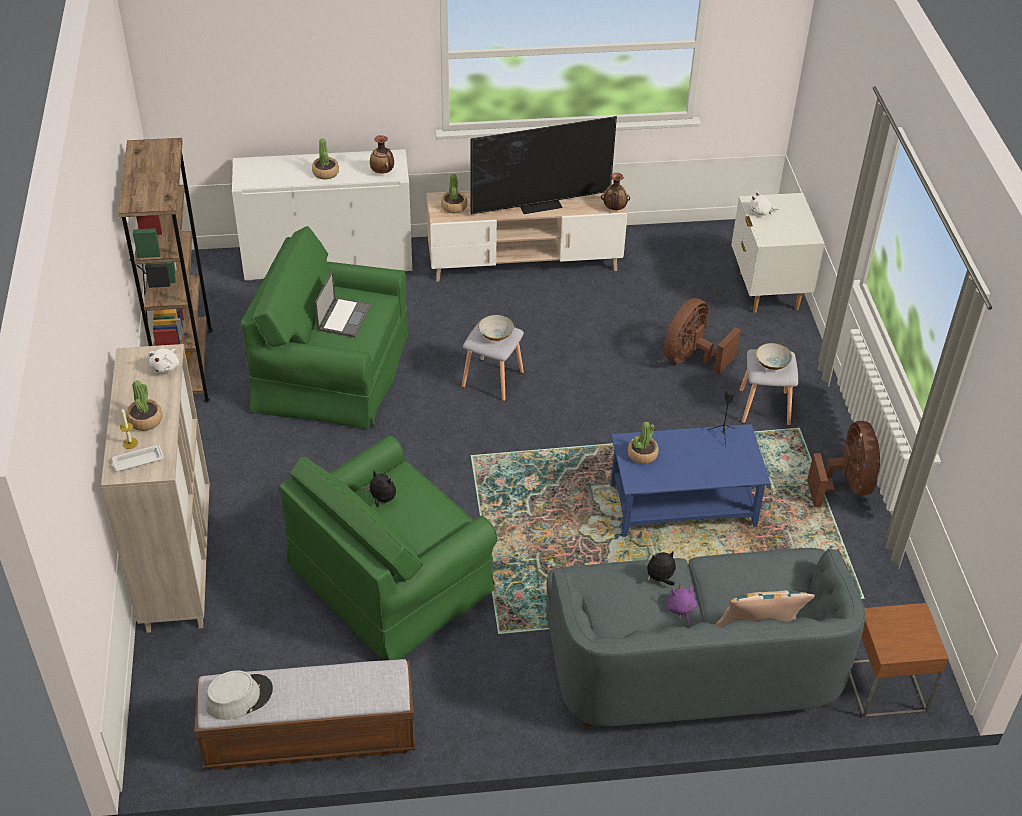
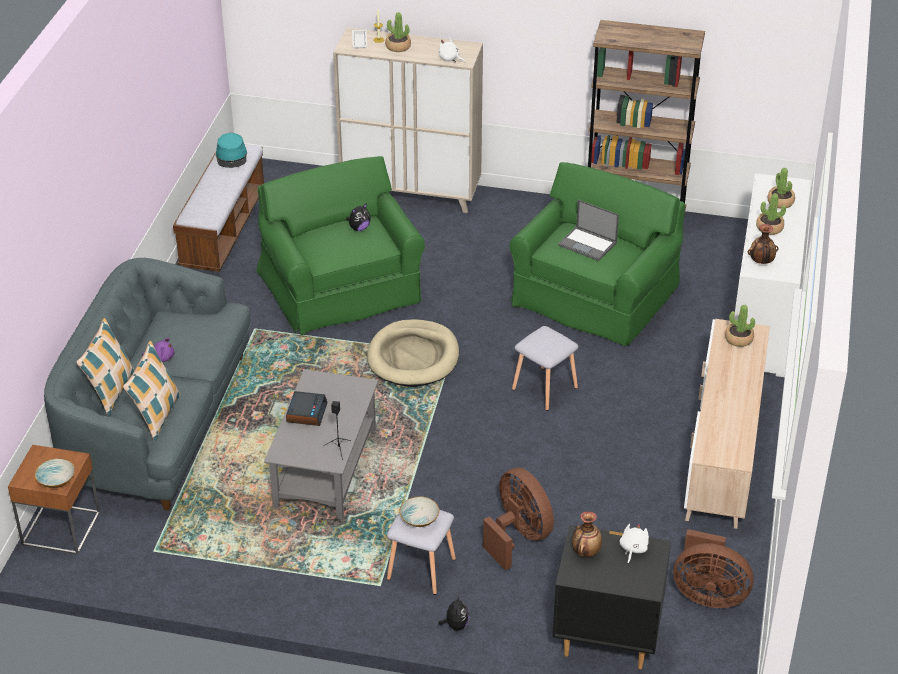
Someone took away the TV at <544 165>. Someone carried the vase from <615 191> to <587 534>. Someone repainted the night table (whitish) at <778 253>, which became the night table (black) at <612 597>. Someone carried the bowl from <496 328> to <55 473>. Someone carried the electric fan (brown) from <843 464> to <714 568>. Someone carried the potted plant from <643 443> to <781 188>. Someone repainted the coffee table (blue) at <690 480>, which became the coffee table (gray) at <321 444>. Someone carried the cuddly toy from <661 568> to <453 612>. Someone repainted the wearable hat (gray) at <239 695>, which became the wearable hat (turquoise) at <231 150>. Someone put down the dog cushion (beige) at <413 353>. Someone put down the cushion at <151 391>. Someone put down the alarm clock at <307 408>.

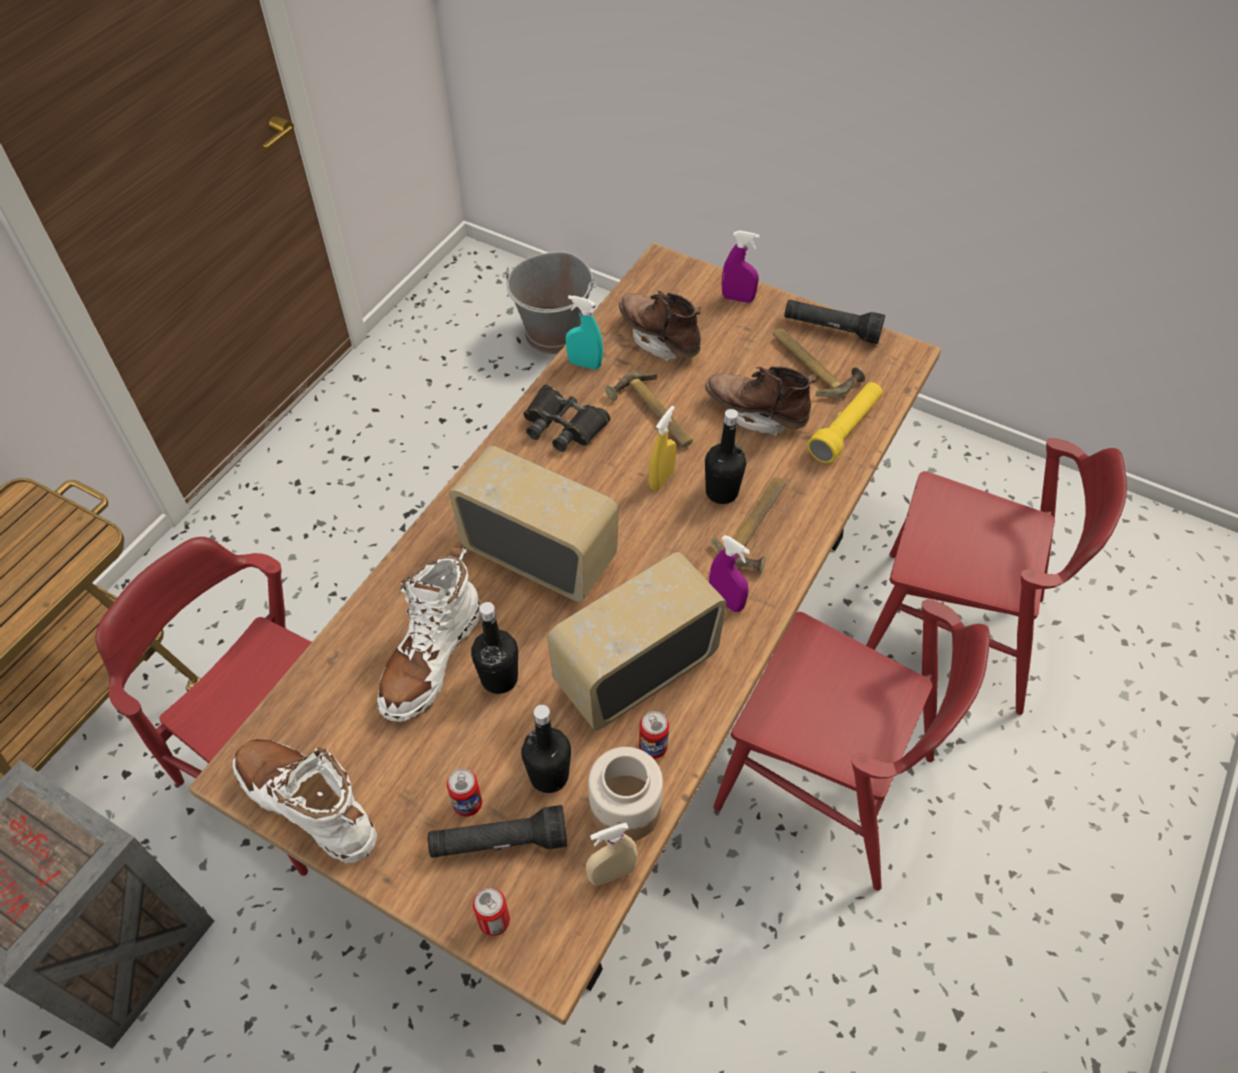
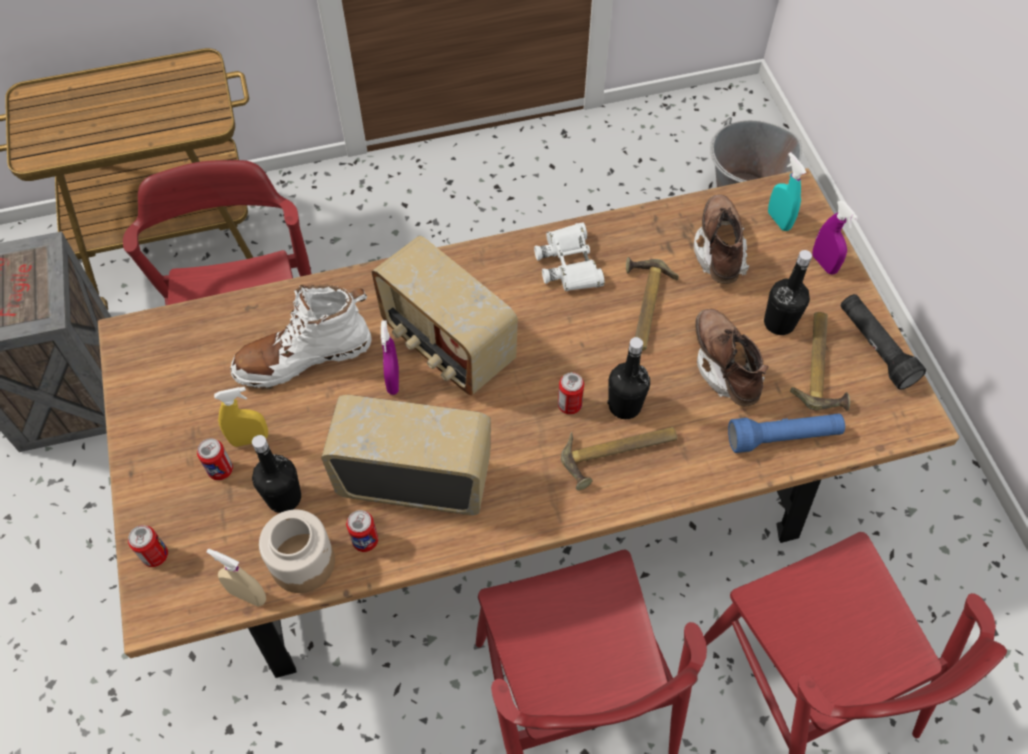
Someone carried the sprayer (turquoise) from <584 332> to <787 191>. Someone repainted the hand torch (yellowish) at <845 422>, which became the hand torch (blue) at <786 433>. Someone repainted the field glasses (black) at <567 418>, which became the field glasses (whitish) at <569 256>. Someone carried the sprayer (yellowish) from <662 448> to <241 417>. Someone rotated the radio at <534 524> by 150 degrees clockwise. Someone carried the sprayer (purple) from <729 573> to <390 357>. Someone carried the bottle (black) from <494 648> to <788 292>. Someone took away the high-top boot (whitish) at <305 801>. Someone took away the hand torch (black) at <498 831>. Someone put down the sealed can at <571 393>.

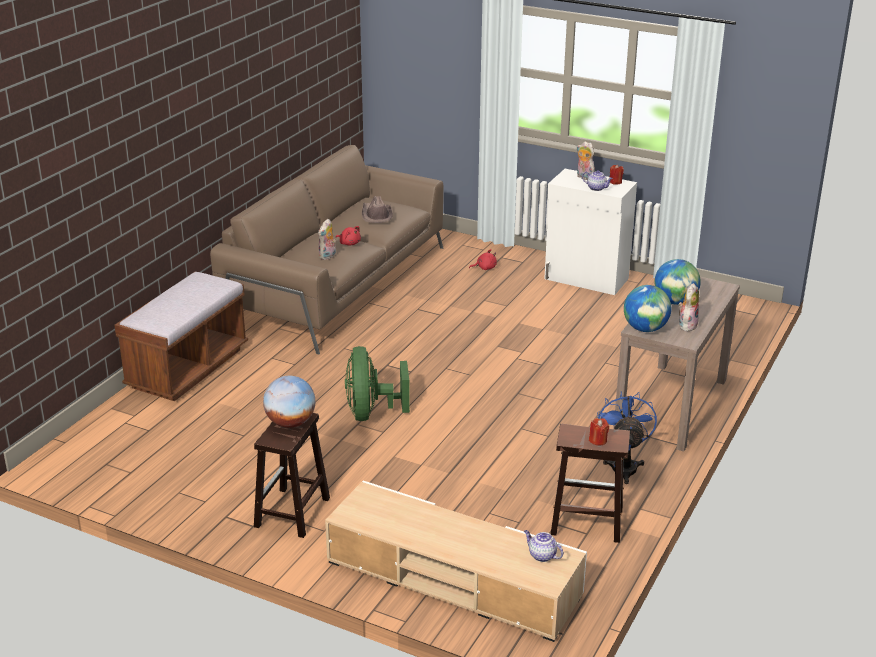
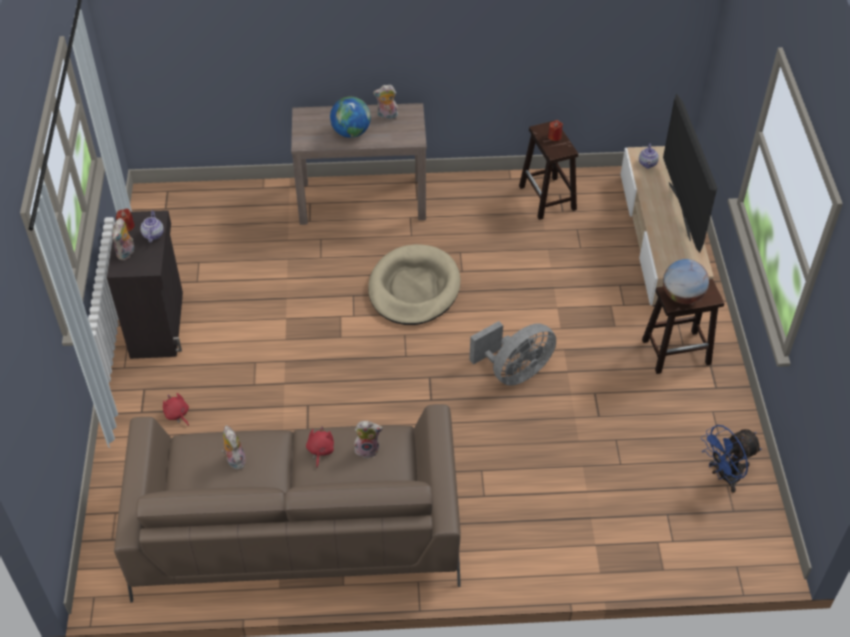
Someone repainted the cupboard (whitish) at <590 232>, which became the cupboard (black) at <145 284>. Someone swapped the wearable hat (brown) at <377 209> for the cuddly toy at <233 447>. Someone took away the indoor bench (brown) at <181 336>. Someone took away the globe at <647 308>. Someone repainted the electric fan (greenish) at <377 383>, which became the electric fan (gray) at <512 353>. Someone carried the electric fan (blue) from <627 437> to <731 459>. Someone put down the TV at <690 173>. Someone put down the dog cushion (beige) at <414 284>.

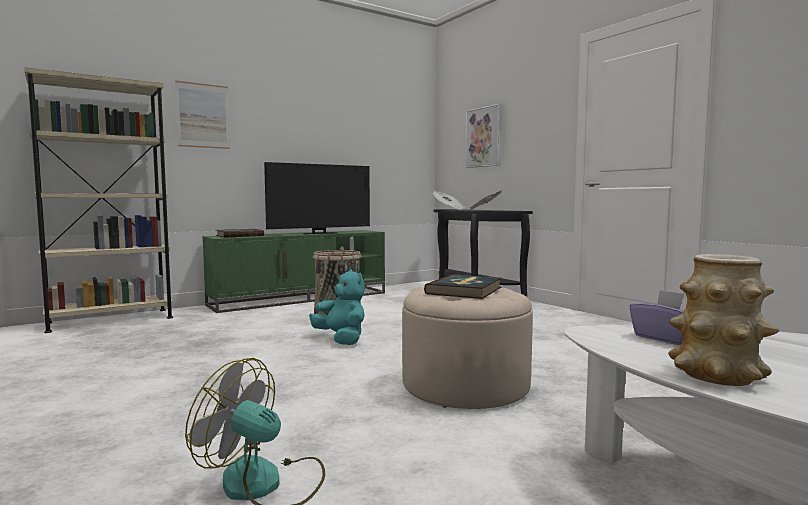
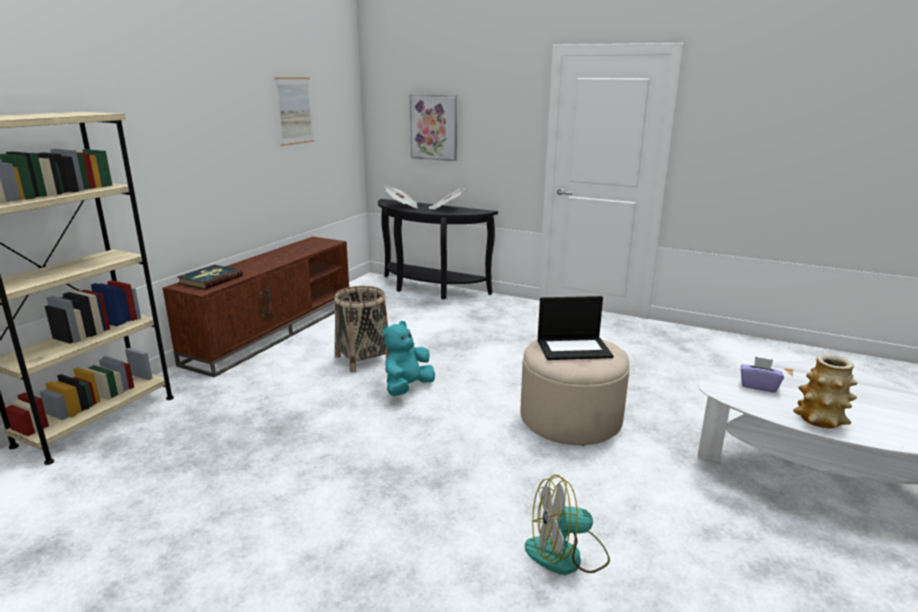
Someone carried the wall picture from <202 114> to <294 111>. Someone took away the TV at <317 198>. Someone repainted the media console (greenish) at <293 271>, which became the media console (brown) at <256 307>. Someone rotated the cuddly toy (turquoise) at <337 307> by 75 degrees counterclockwise. Someone swapped the bound book at <463 286> for the laptop at <575 328>.

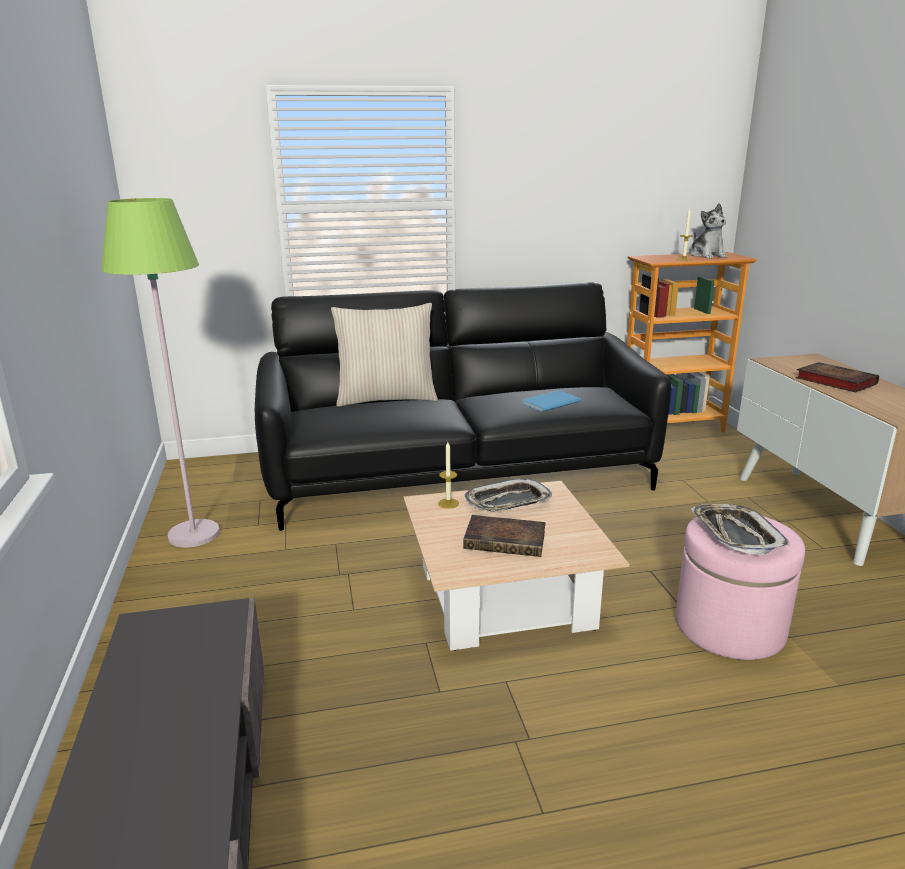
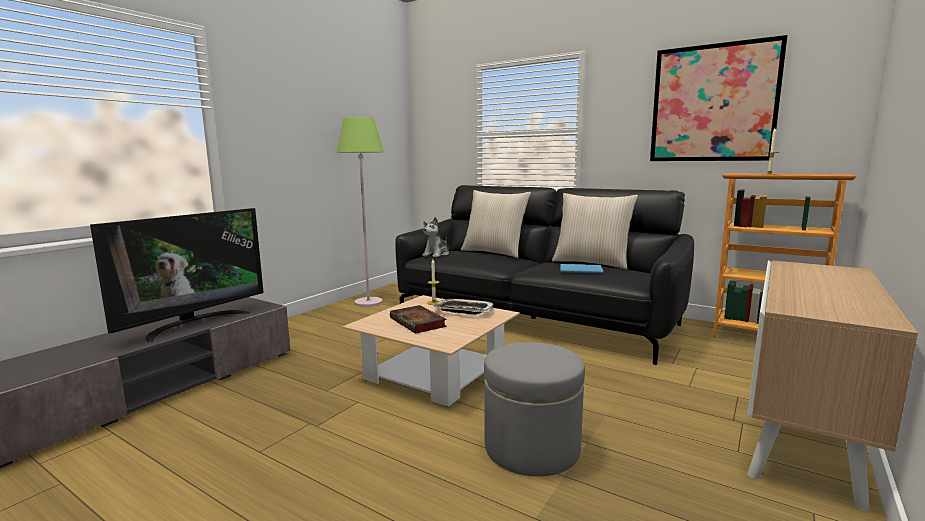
Someone carried the cuddly toy from <709 230> to <435 237>. Someone took away the bound book at <837 377>. Someone took away the tray at <740 529>. Someone repainted the footrest (pinkish) at <740 588>, which became the footrest (gray) at <534 409>. Someone put up the wall picture at <719 98>. Someone put down the cushion (beige) at <595 231>. Someone put down the TV at <177 275>.

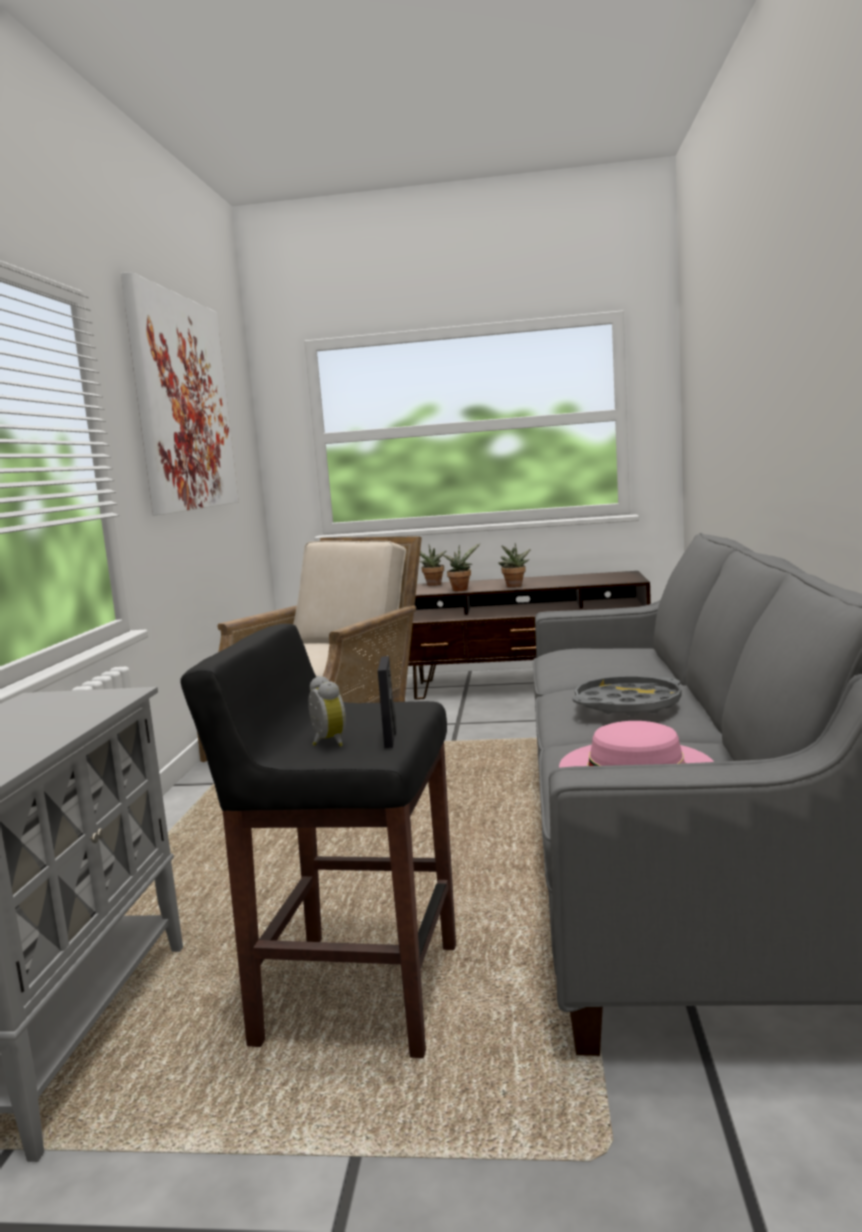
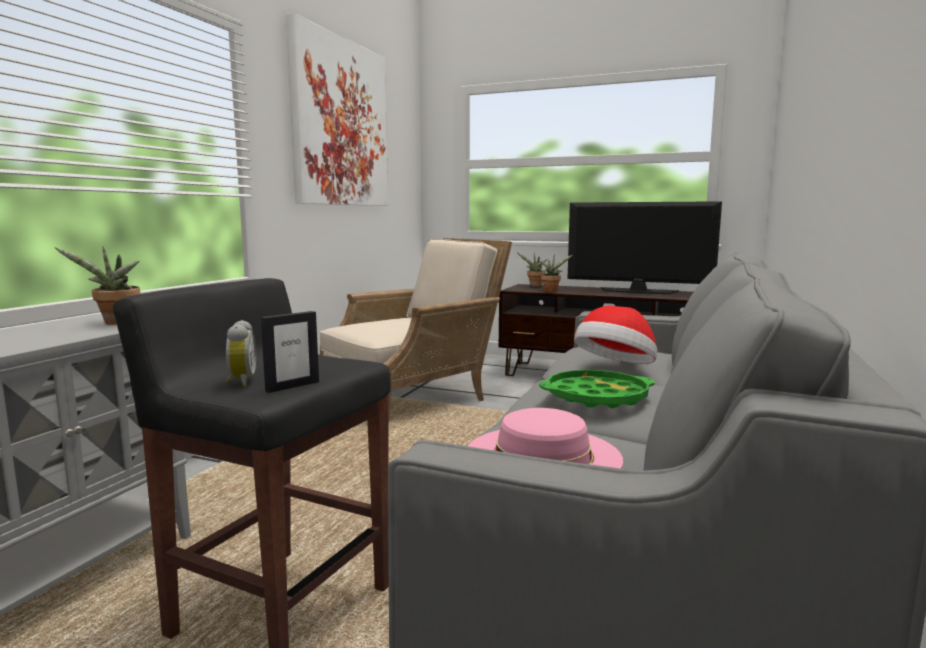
Someone carried the potted plant from <514 565> to <97 285>. Someone rotated the standing frame at <387 702> by 150 degrees counterclockwise. Someone repainted the tray (gray) at <627 696>, which became the tray (greenish) at <596 389>. Someone put down the TV at <645 247>. Someone put down the wearable hat at <615 335>.

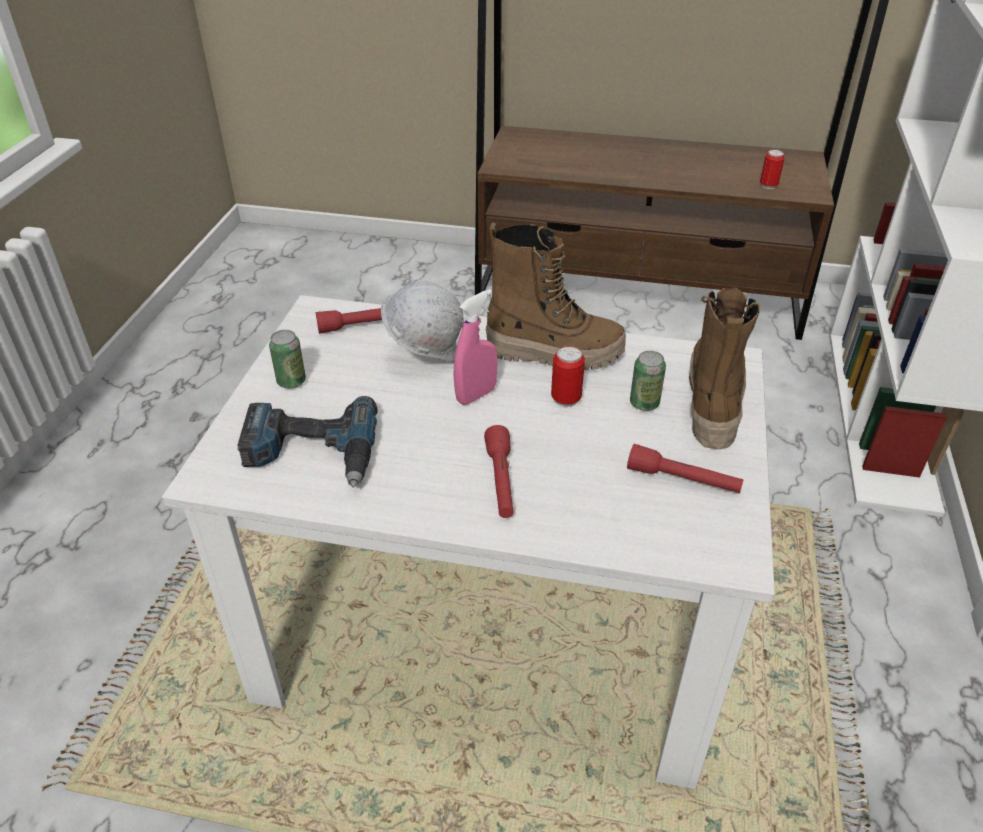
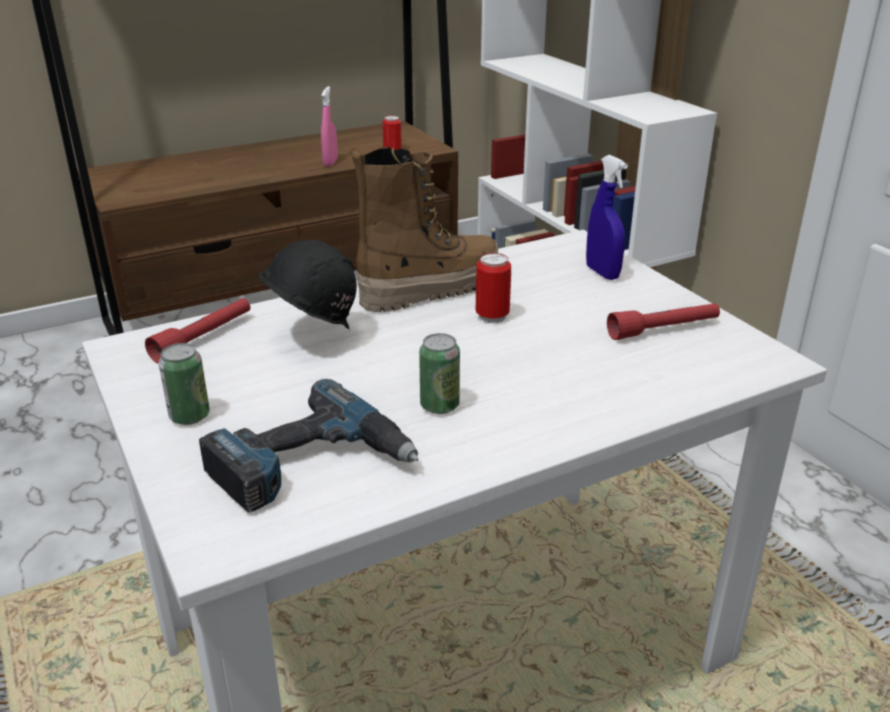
Someone repainted the hard hat (whitish) at <422 322>, which became the hard hat (black) at <308 284>. Someone swapped the high-top boot at <724 368> for the sprayer (blue) at <607 217>. Someone carried the sprayer (pinkish) from <475 347> to <329 126>. Someone carried the sealed can from <648 381> to <439 373>. Someone took away the hand torch (red-coloured) at <499 471>.

